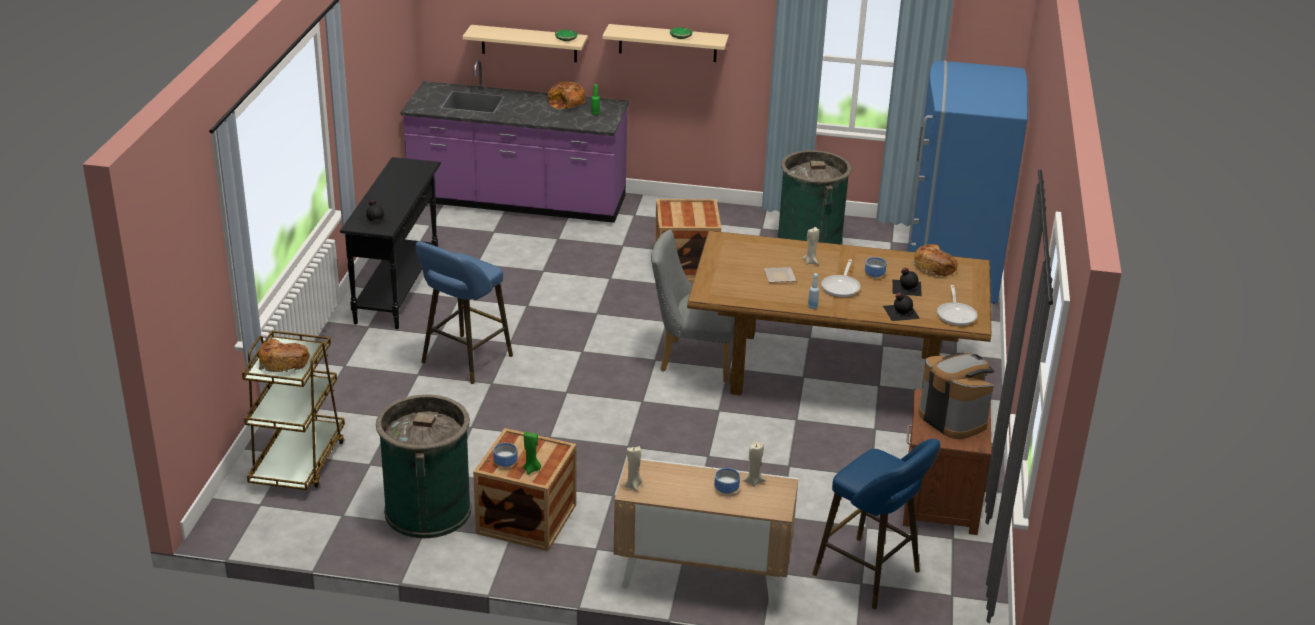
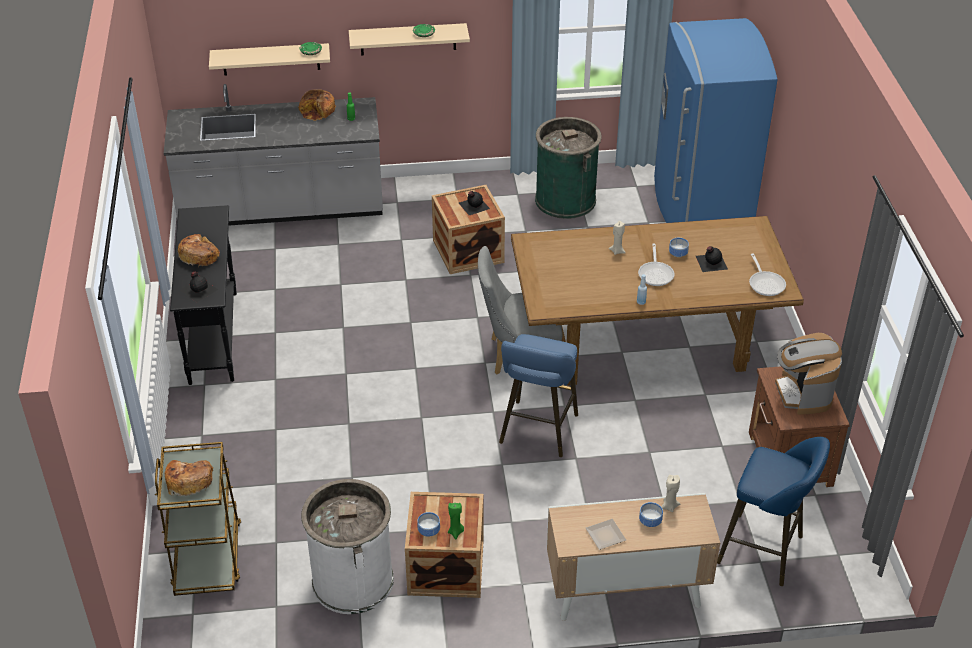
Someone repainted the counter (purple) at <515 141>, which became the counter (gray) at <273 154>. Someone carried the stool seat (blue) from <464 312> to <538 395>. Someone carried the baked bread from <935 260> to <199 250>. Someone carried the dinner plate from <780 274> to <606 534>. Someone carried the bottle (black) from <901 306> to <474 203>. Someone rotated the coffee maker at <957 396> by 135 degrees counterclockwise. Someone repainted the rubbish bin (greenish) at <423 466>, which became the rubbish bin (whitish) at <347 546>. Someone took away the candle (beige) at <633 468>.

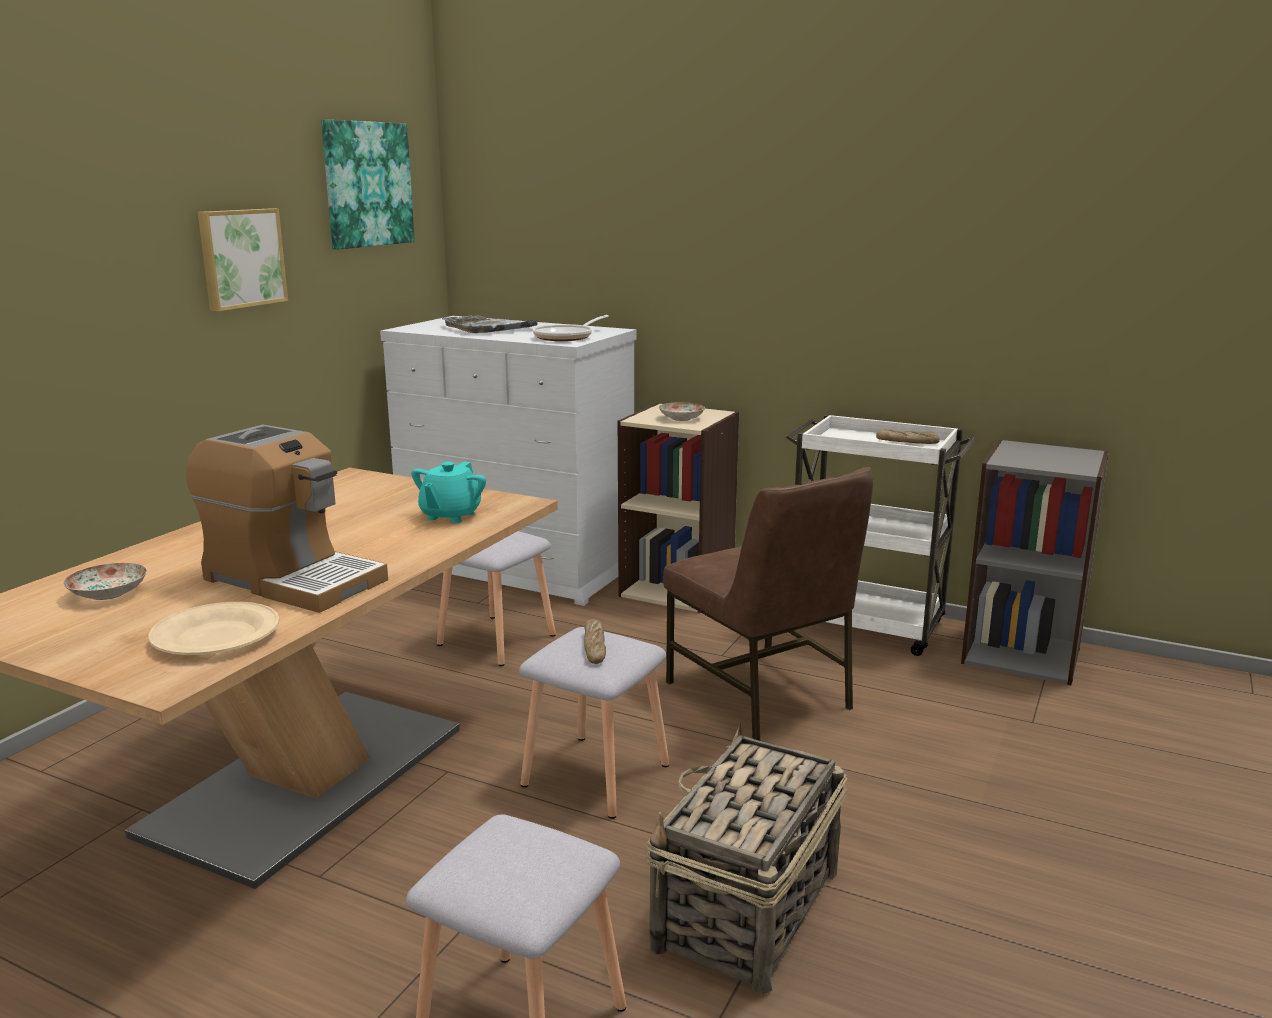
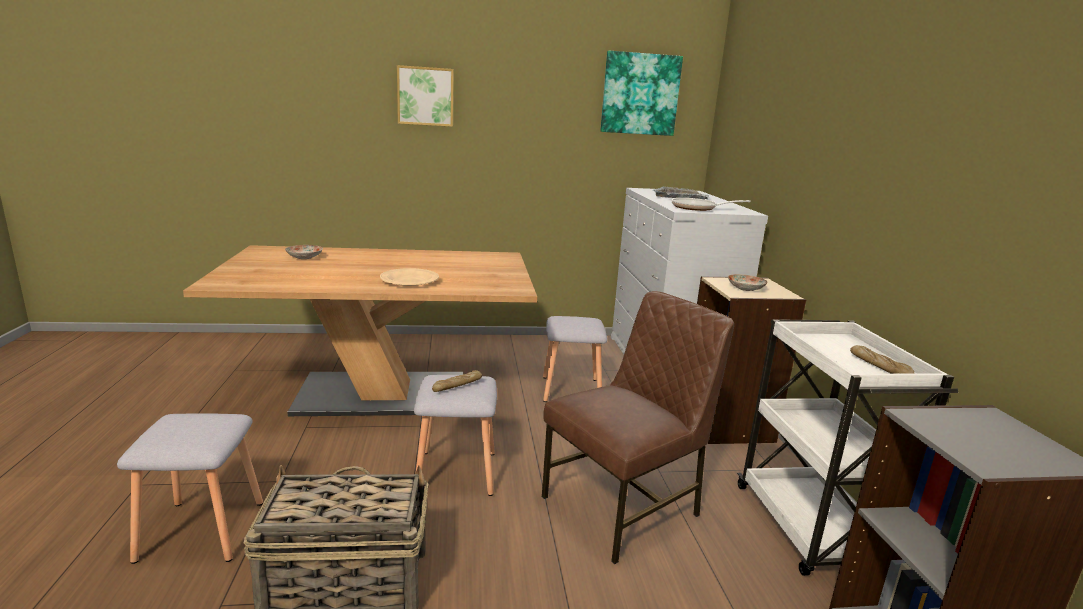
Someone carried the wall picture from <243 259> to <425 96>. Someone took away the coffee maker at <287 518>. Someone took away the tea pot (turquoise) at <448 492>. Someone rotated the upright chair (brown) at <768 604> by 150 degrees counterclockwise. Someone carried the dinner plate (beige) from <214 628> to <409 277>.

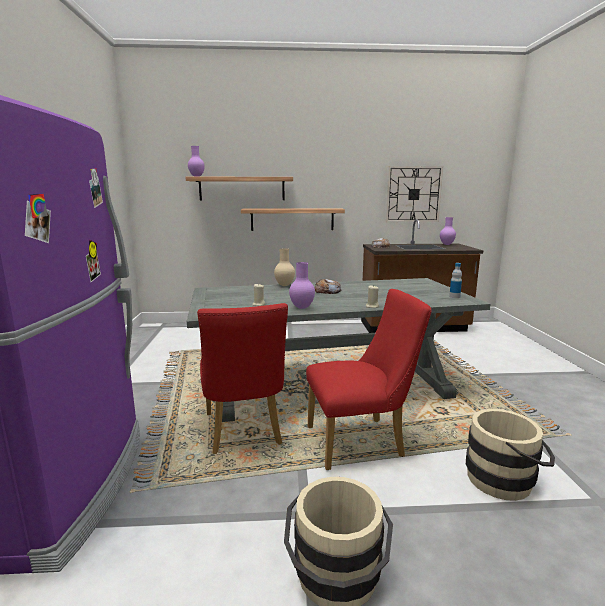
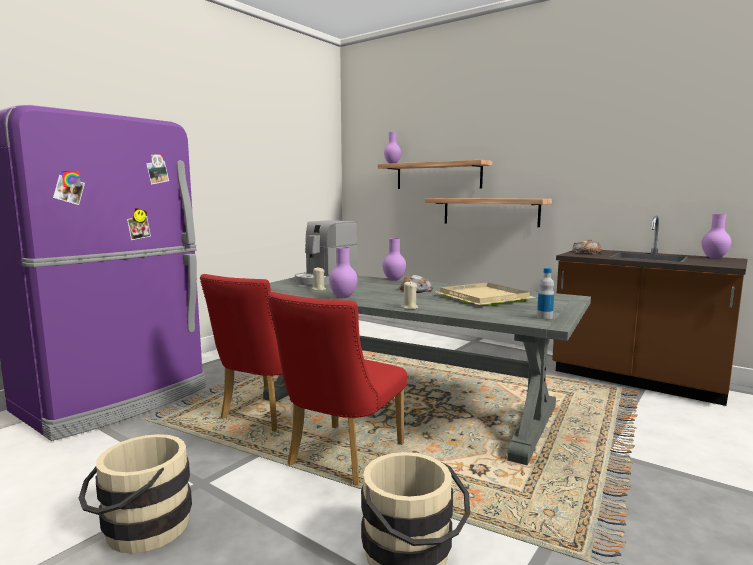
Someone took away the clock on the wall at <414 194>. Someone repainted the vase (beige) at <284 267>, which became the vase (purple) at <394 259>. Someone rotated the upright chair (red-coloured) at <369 379> by 90 degrees clockwise. Someone put down the coffee maker at <326 253>. Someone put down the tray (beige) at <486 293>.

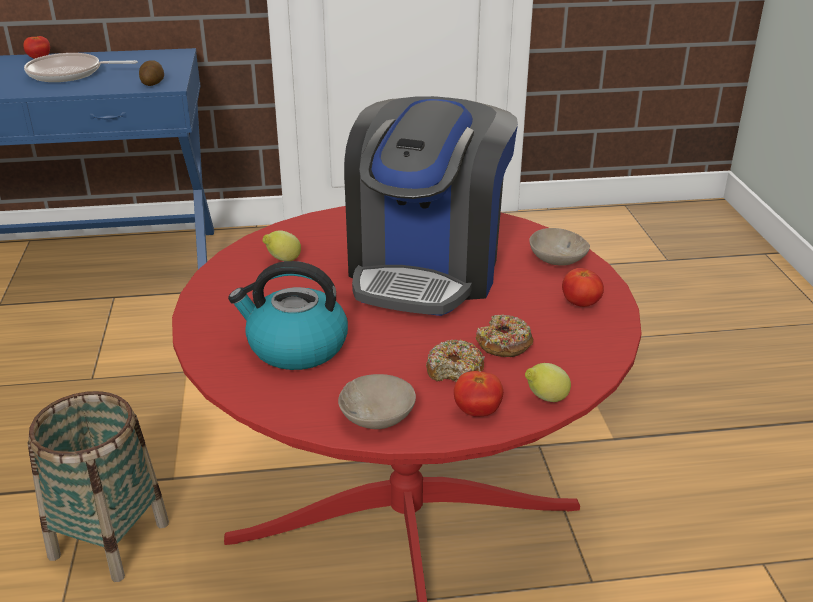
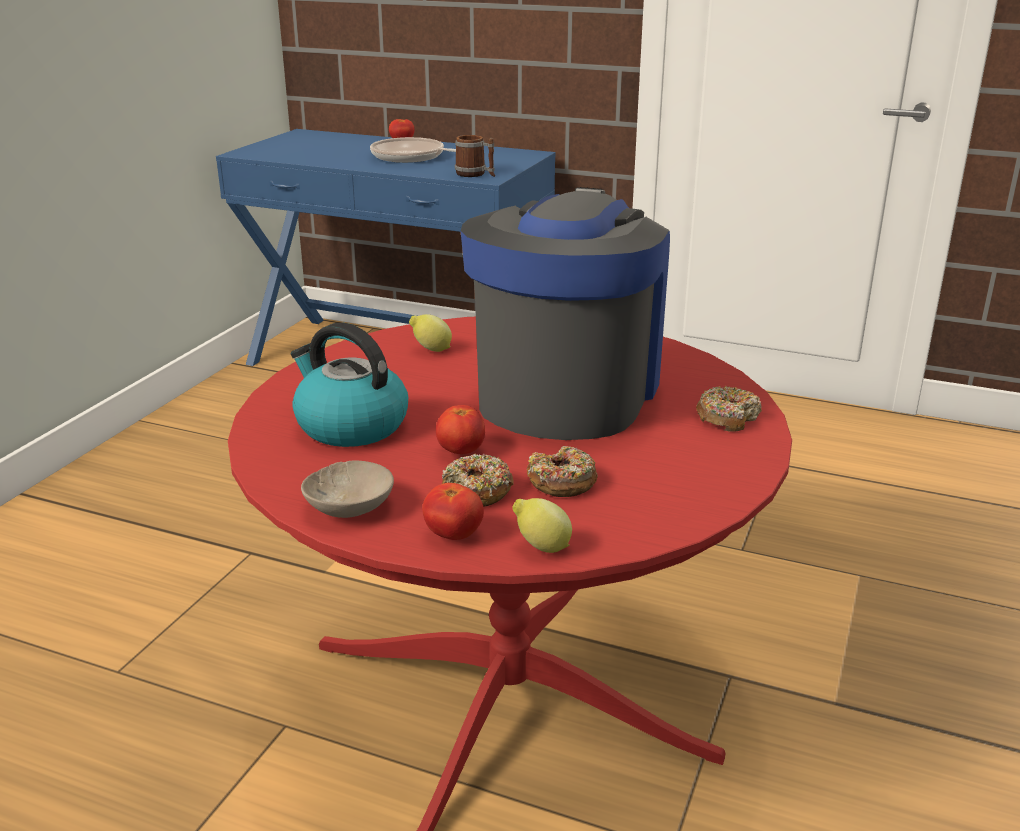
Someone swapped the spud at <151 73> for the tea mug at <475 156>. Someone rotated the coffee maker at <431 206> by 150 degrees clockwise. Someone swapped the bowl (beige) at <559 247> for the donut at <729 408>. Someone carried the whole tomato from <583 287> to <460 429>. Someone took away the household basket at <98 486>.

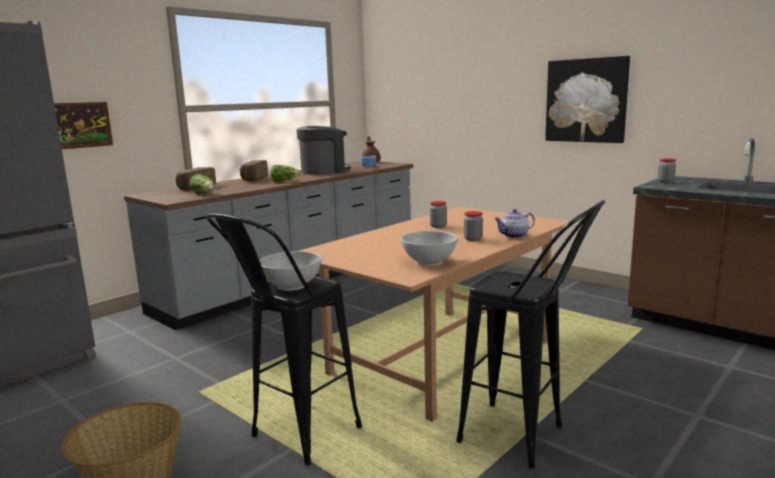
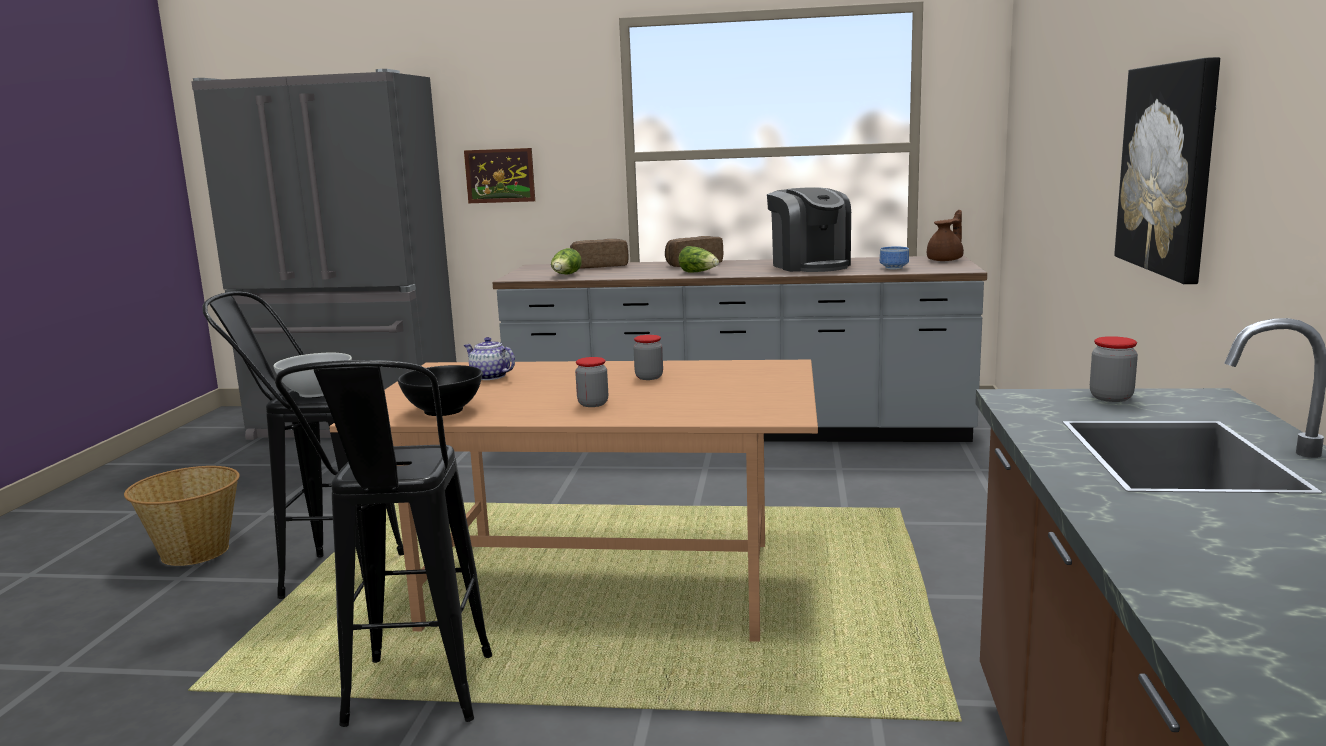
Someone rotated the coffee maker at <323 150> by 45 degrees clockwise. Someone carried the tea pot from <514 223> to <489 358>. Someone repainted the bowl (whitish) at <429 248>, which became the bowl (black) at <440 390>.

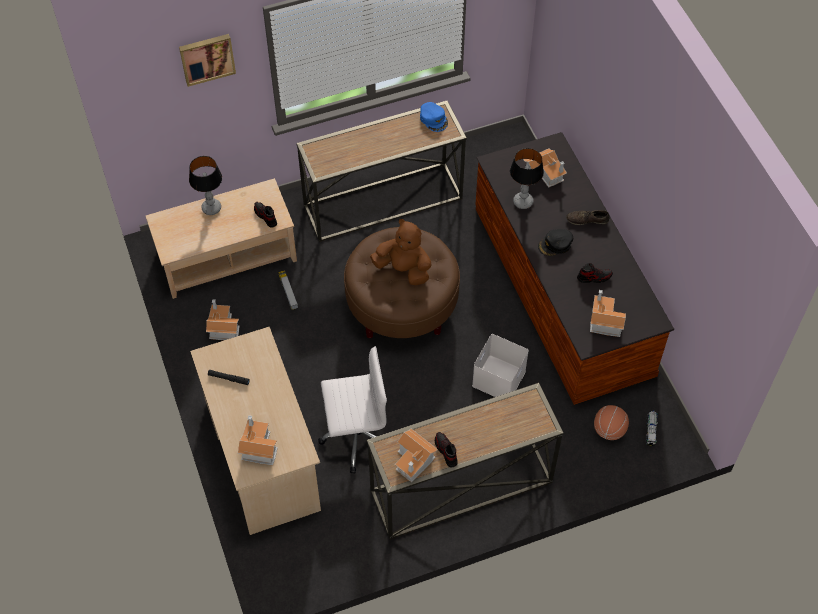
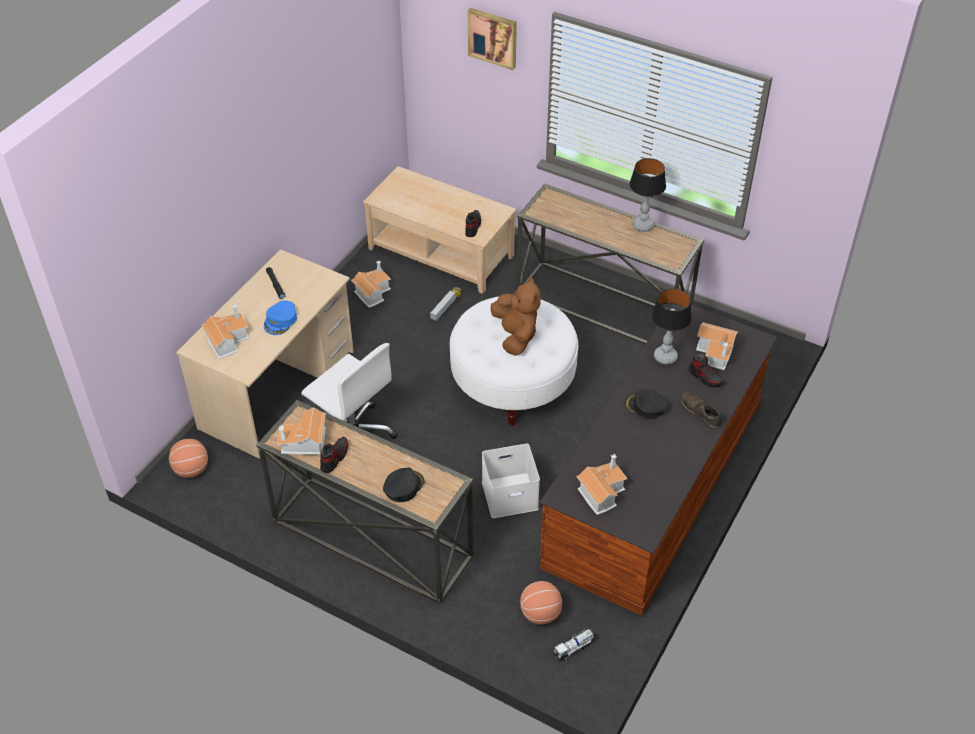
Someone carried the peaked cap (blue) from <434 117> to <280 317>. Someone carried the lamp for a table from <205 185> to <647 195>. Someone repainted the footrest (brown) at <402 282>, which became the footrest (whitish) at <514 361>. Someone carried the item of footwear from <595 273> to <706 370>. Someone put down the basketball ball at <188 458>. Someone put down the peaked cap (black) at <404 485>.

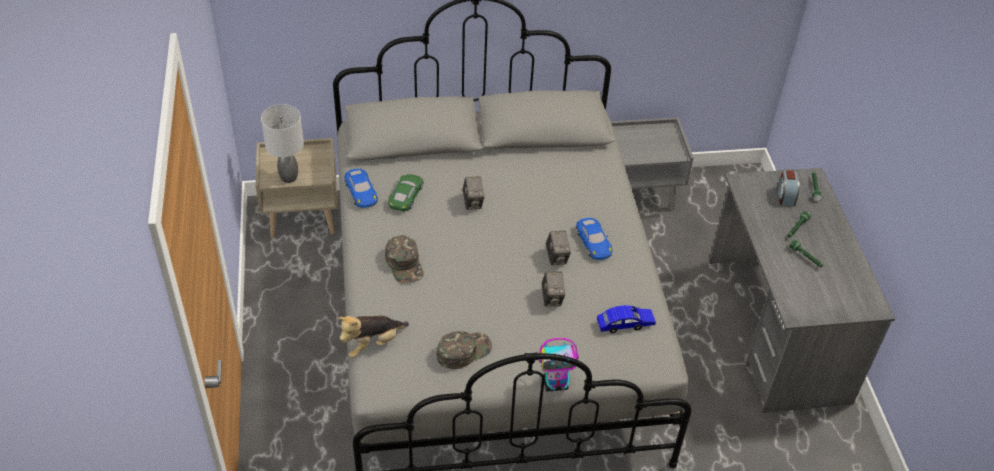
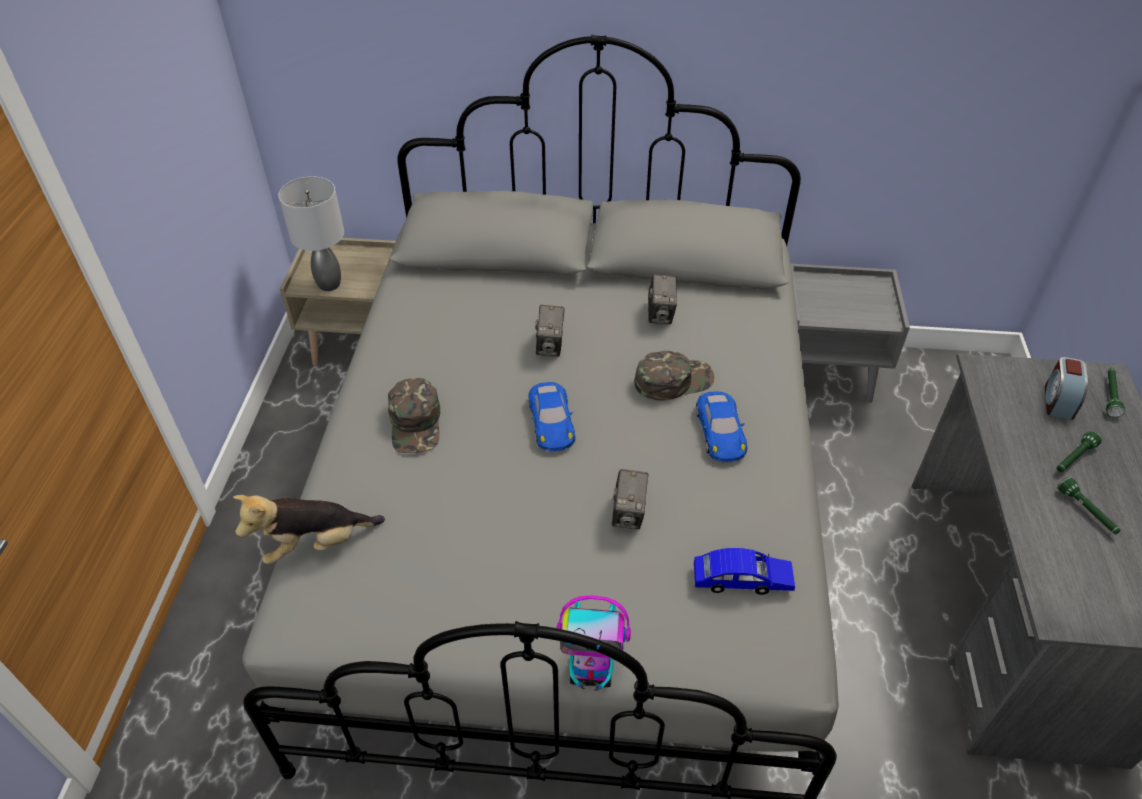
Someone carried the model car (blue) from <361 188> to <551 416>. Someone took away the model car (greenish) at <405 193>. Someone carried the photo camera from <558 248> to <662 299>. Someone carried the peaked cap (greenish) from <464 350> to <674 376>.

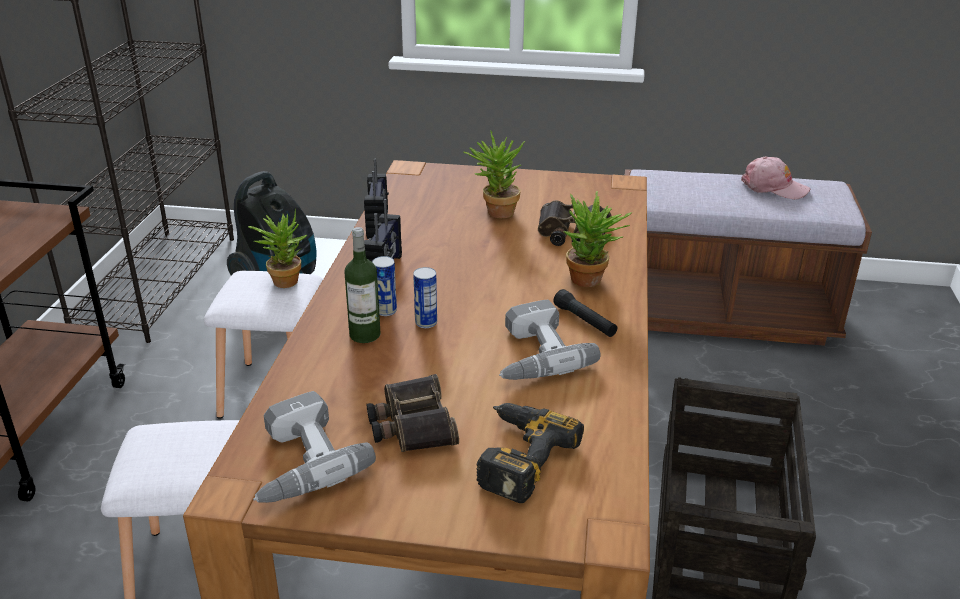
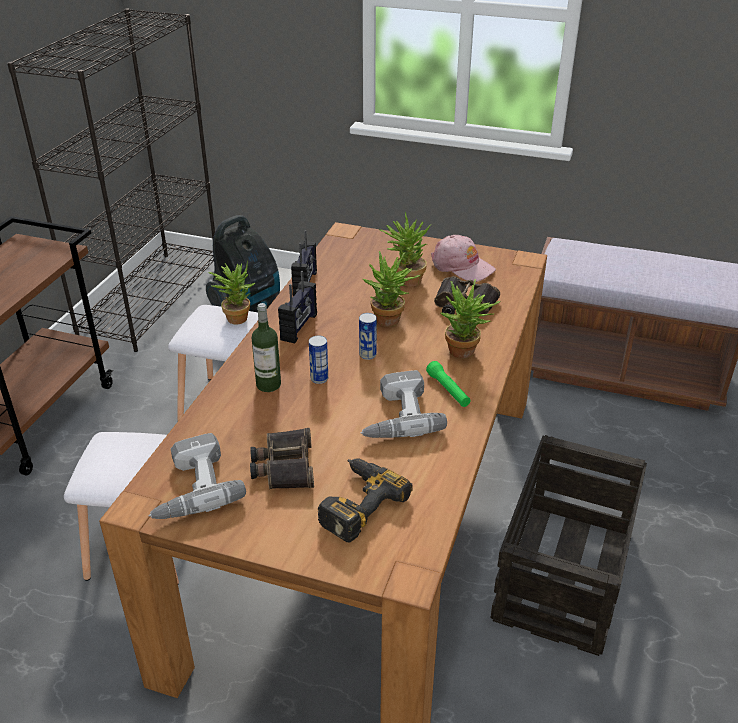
Someone carried the peaked cap (pinkish) from <775 178> to <463 258>. Someone carried the sealed can from <384 286> to <368 336>. Someone repainted the hand torch (black) at <585 313>, which became the hand torch (greenish) at <448 384>. Someone put down the potted plant at <392 289>.

